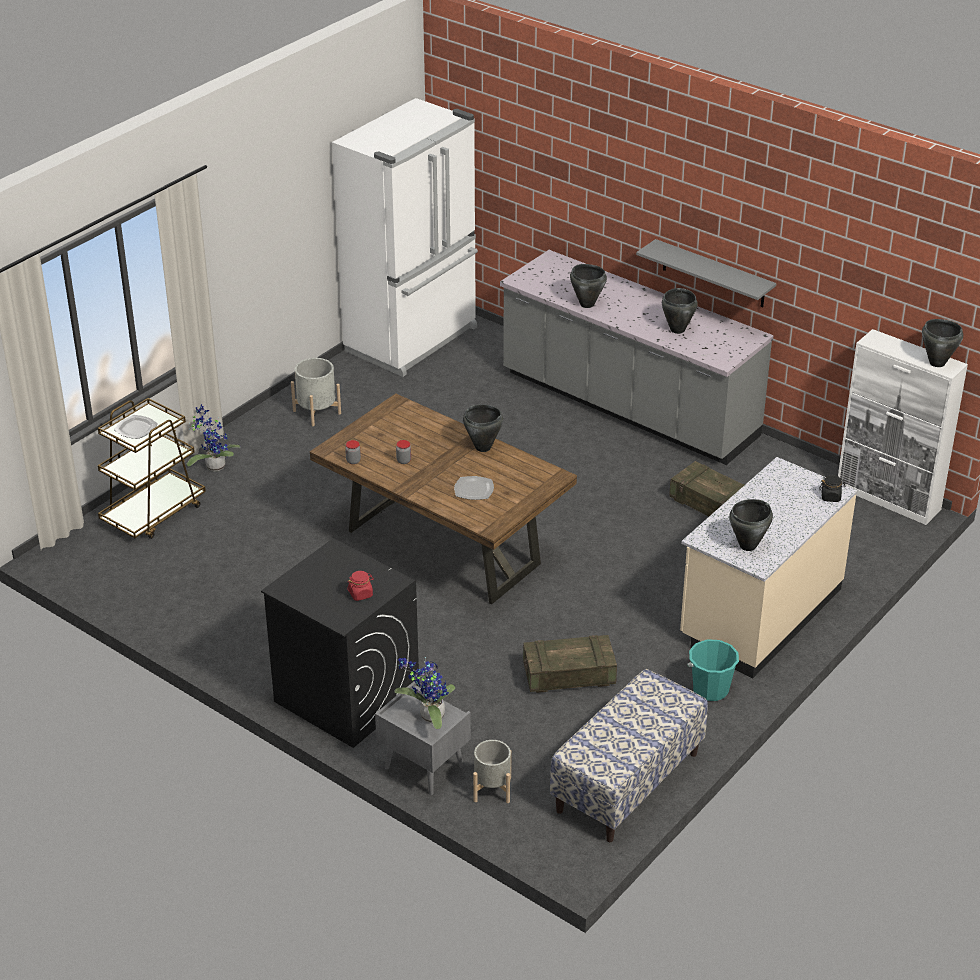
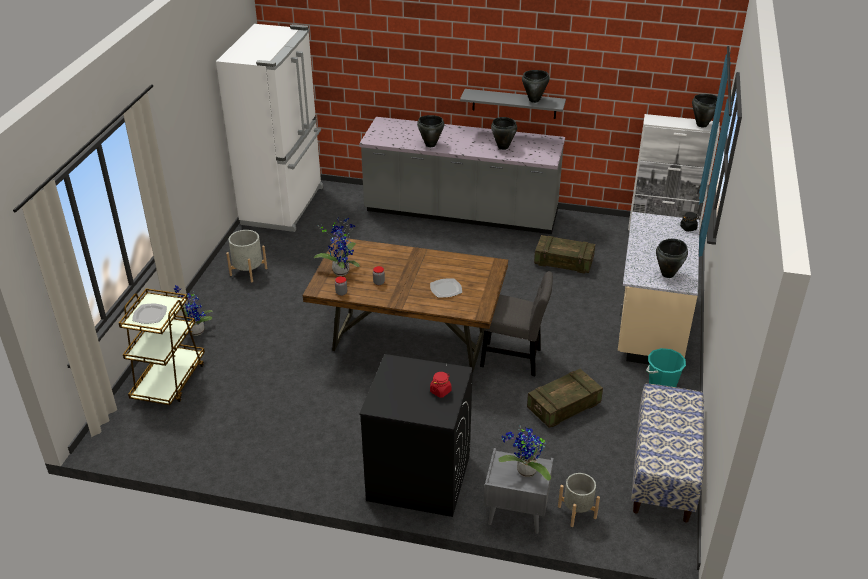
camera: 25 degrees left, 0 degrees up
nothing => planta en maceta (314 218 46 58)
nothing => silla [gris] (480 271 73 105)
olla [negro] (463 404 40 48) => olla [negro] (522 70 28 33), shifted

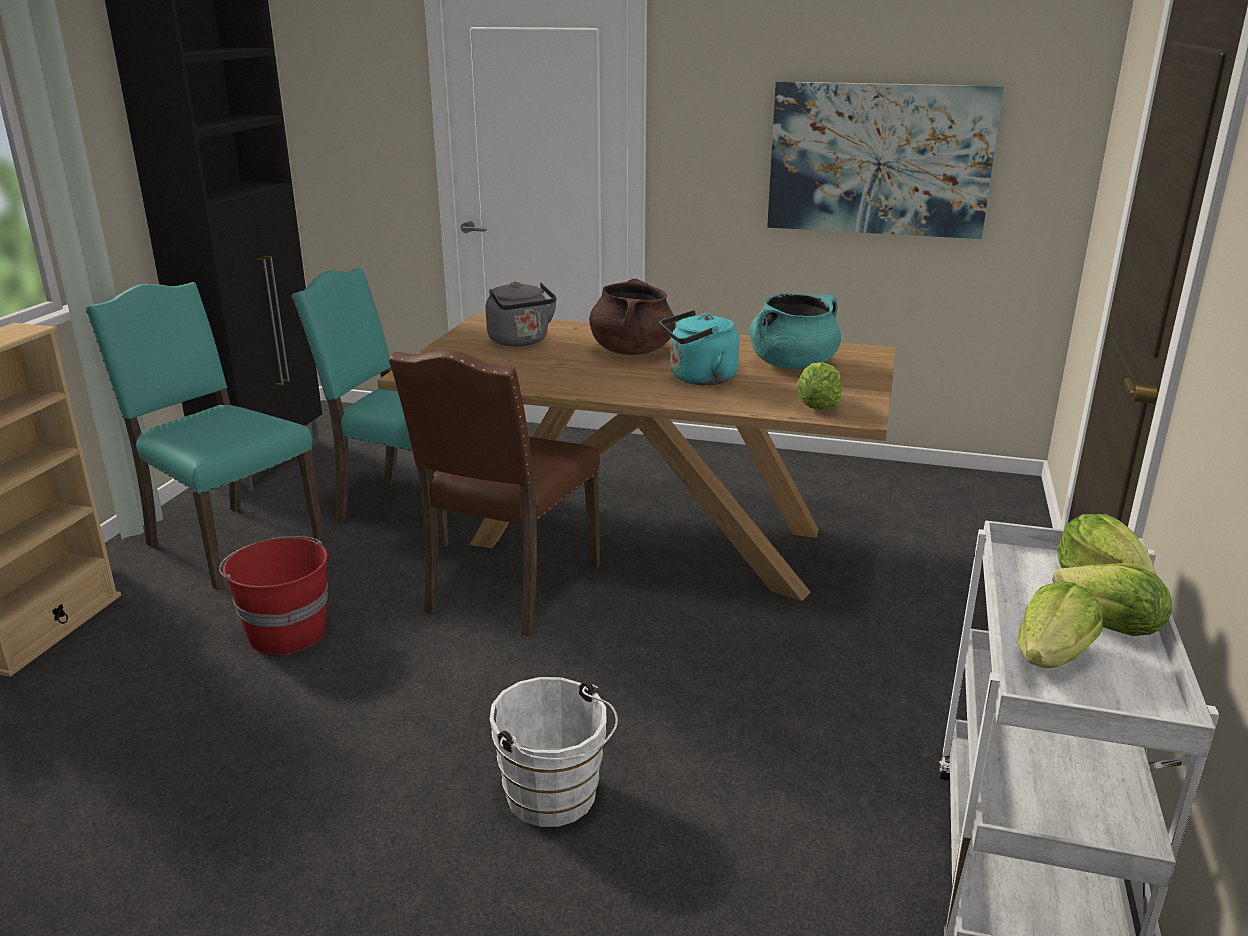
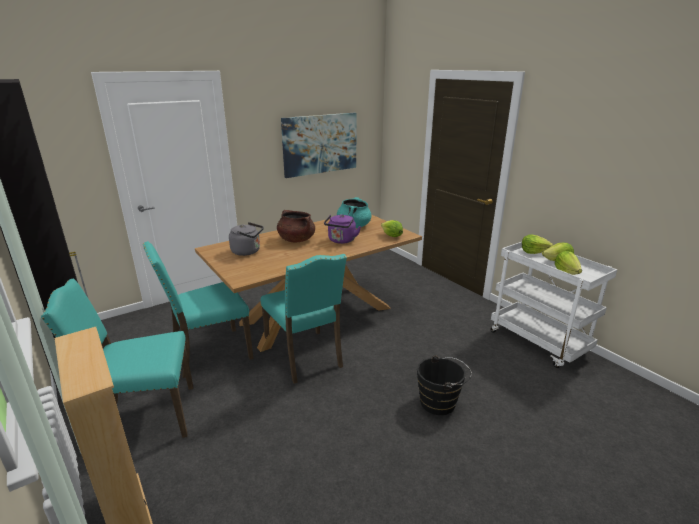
camera: 50 degrees left, 0 degrees up
silla [marrón] (389 349 211 288) => silla [turquesa] (260 254 87 130)
hervidor [turquesa] (660 310 79 75) => hervidor [morado] (324 214 37 30)
cubo [blanco] (490 677 128 150) => cubo [negro] (417 355 55 60)
cubo [rojo] (219 536 109 119) => nothing

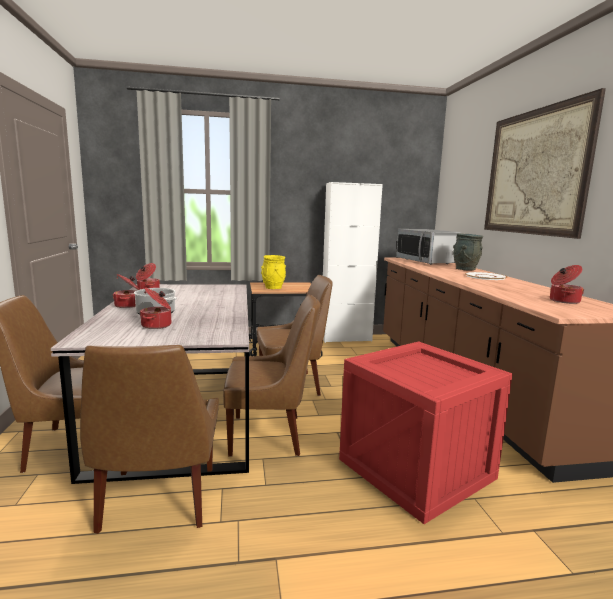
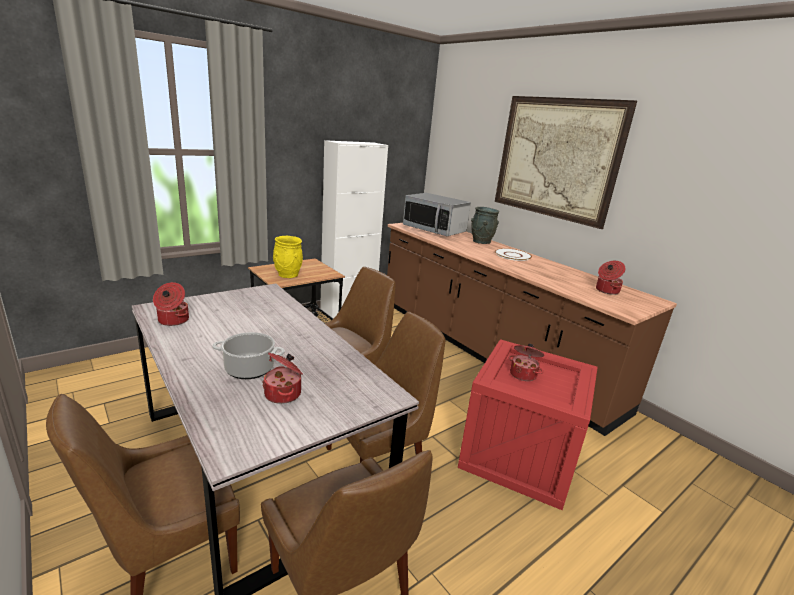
camera: 30 degrees left, 10 degrees up
olla (113 274 27 34) => olla (509 344 35 37), shifted

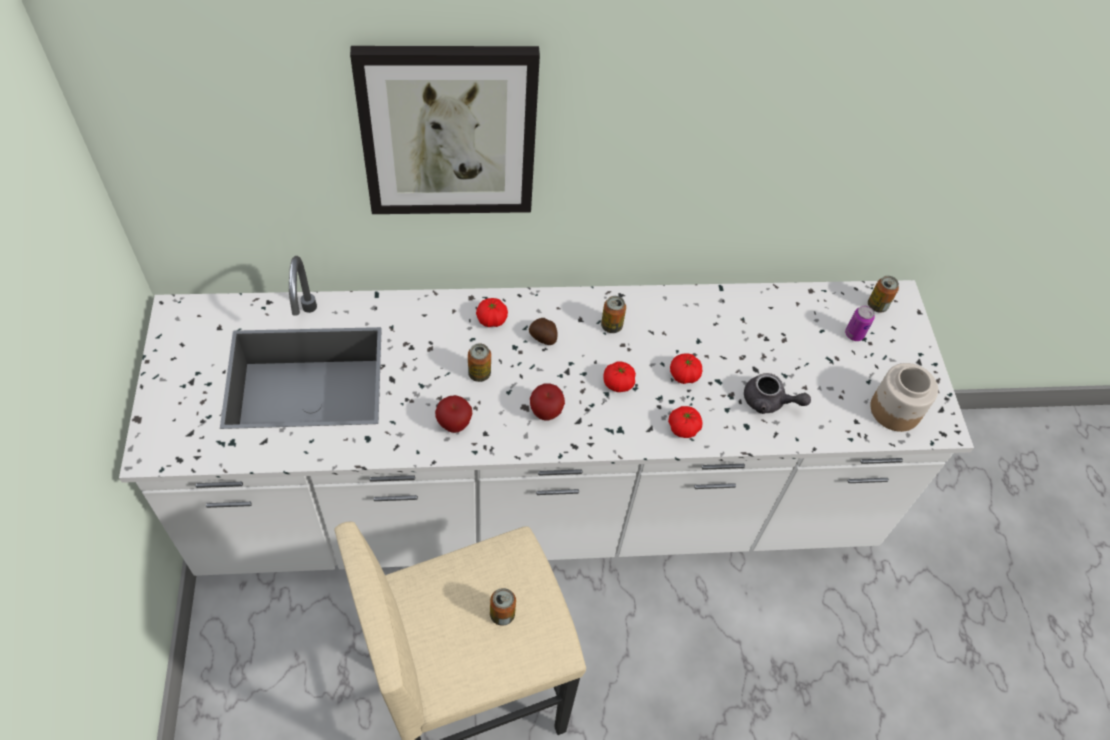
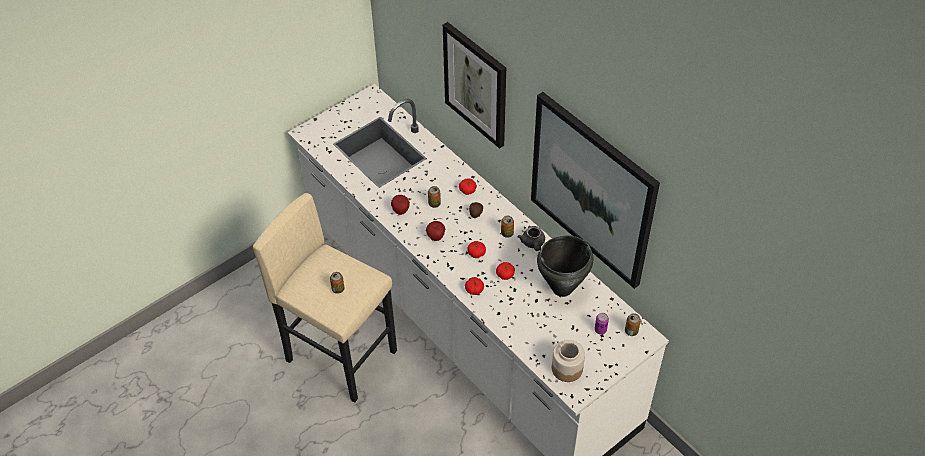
camera: 60 degrees right, 5 degrees down
tetera [gris] (744 373 67 41) => tetera [gris] (518 226 27 25), shifted
nothing => cuadro (531 92 129 197)
nothing => olla [negro] (537 235 57 62)

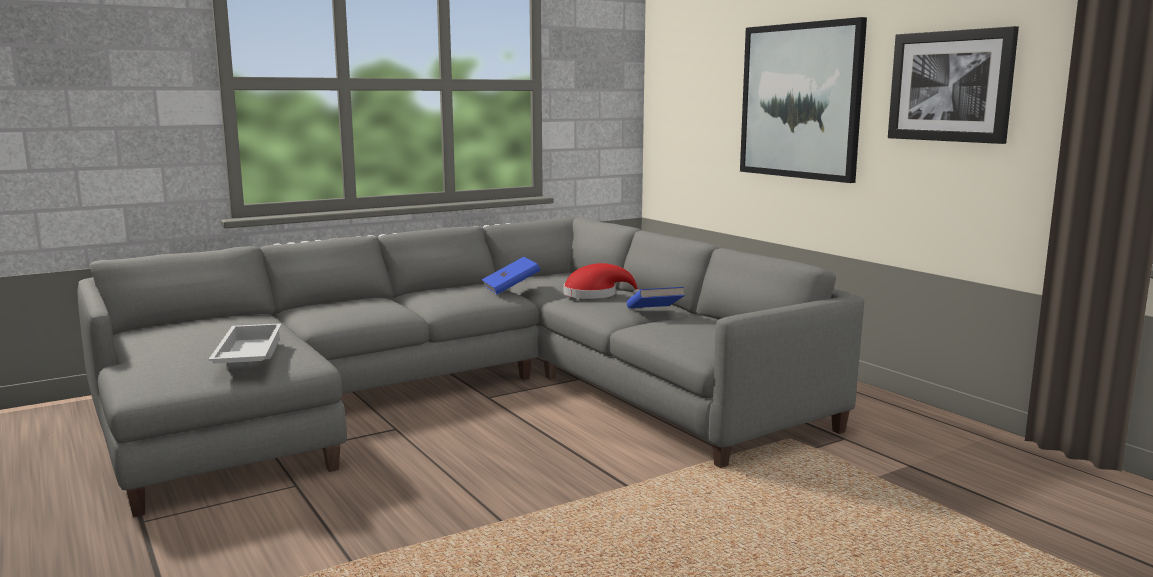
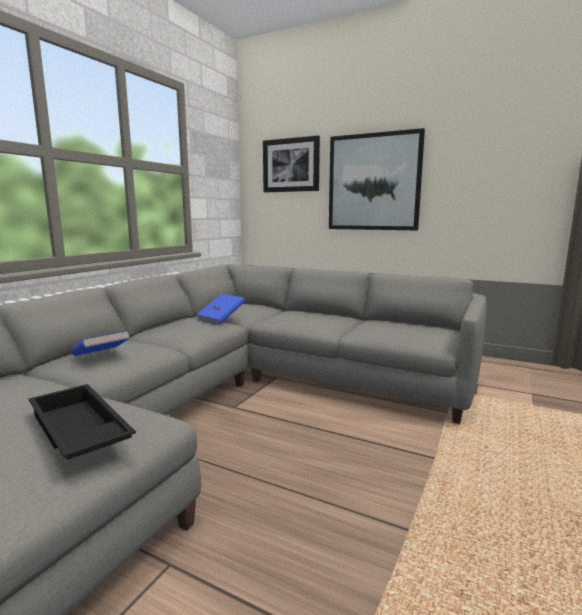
camera: 30 degrees left, 0 degrees up
bandeja [blanco] (209 323 72 41) => bandeja [negro] (28 384 108 76)
libro [azul] (627 287 58 21) => libro [azul] (72 330 58 26), shifted
cuadro (888 26 131 118) => cuadro (263 135 57 57), shifted
sombrero [rojo] (563 263 76 36) => nothing

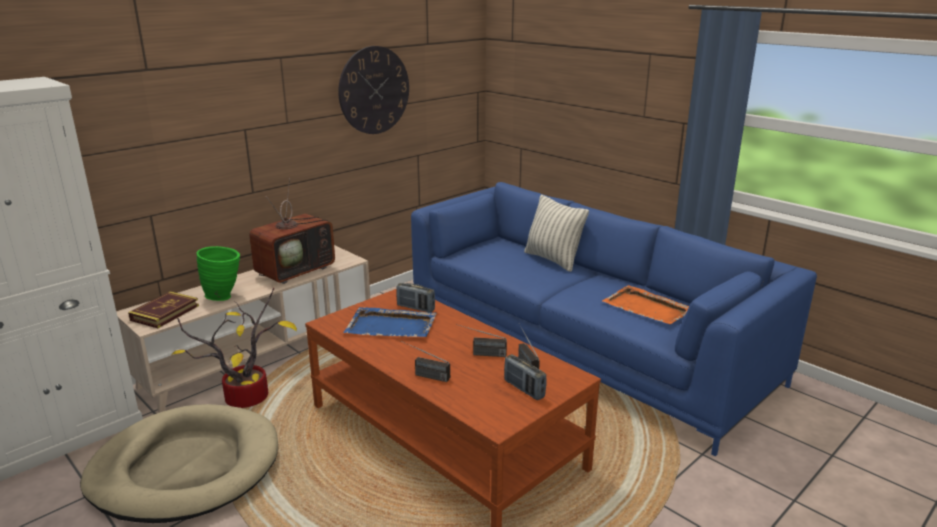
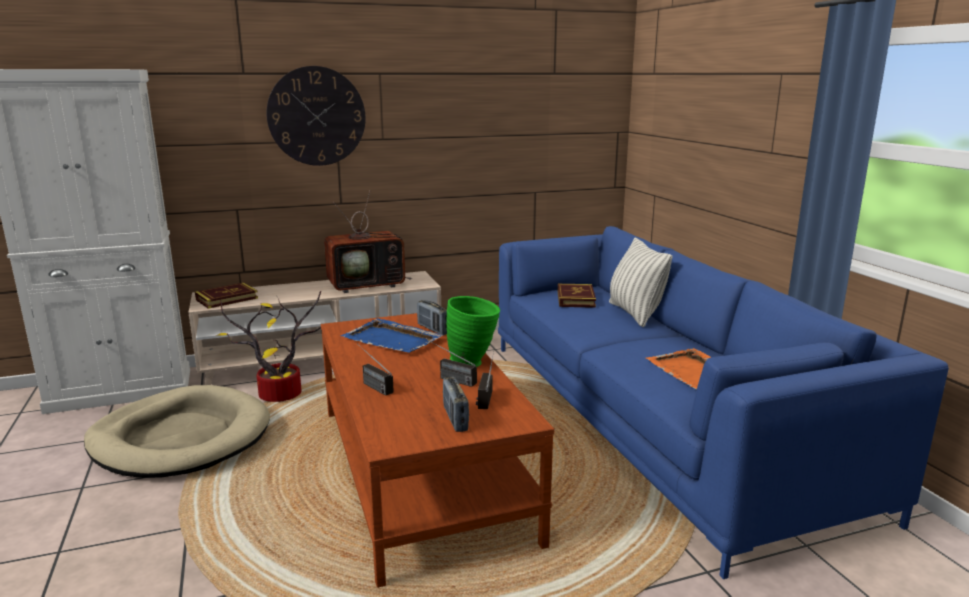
camera: 25 degrees right, 5 degrees down
reloj de pared (338 46 71 88) => reloj de pared (267 66 99 100), shifted
florero [verde] (196 246 44 55) => florero [verde] (446 296 54 71), shifted
nothing => libro (558 284 38 24)

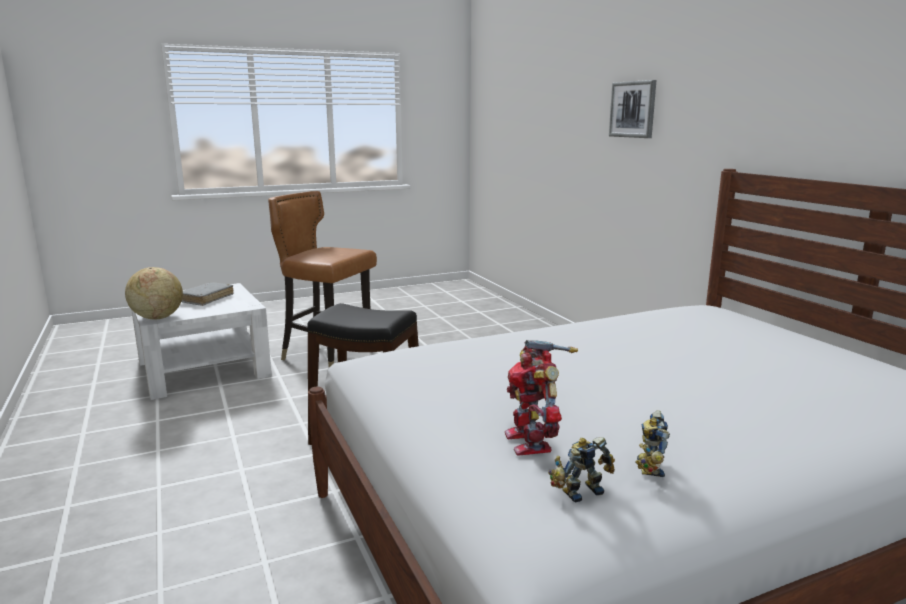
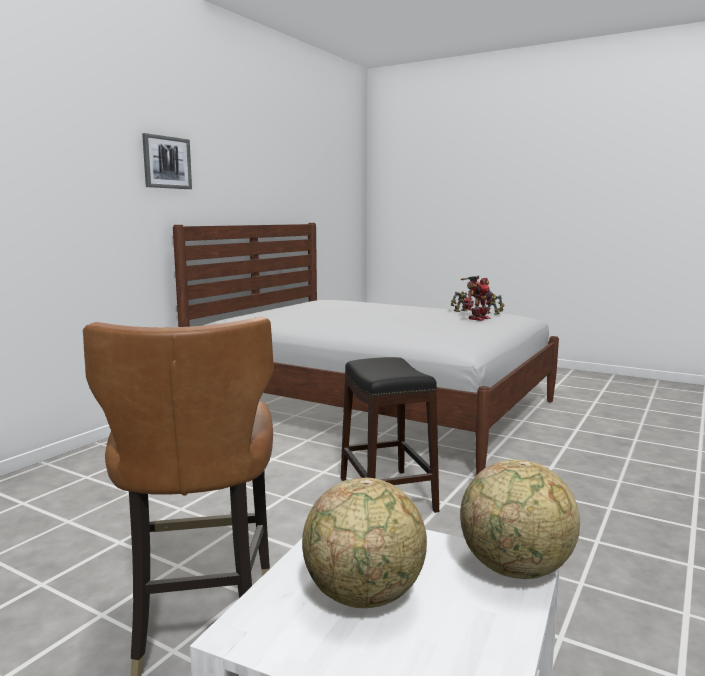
camera: 125 degrees left, 5 degrees down
cuadro (609 80 47 58) => cuadro (142 133 50 56), shifted
libro [gris] (182 283 52 23) => globo terráqueo (302 478 125 130)

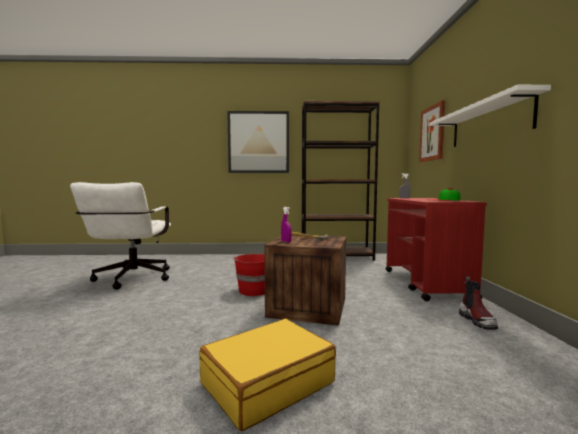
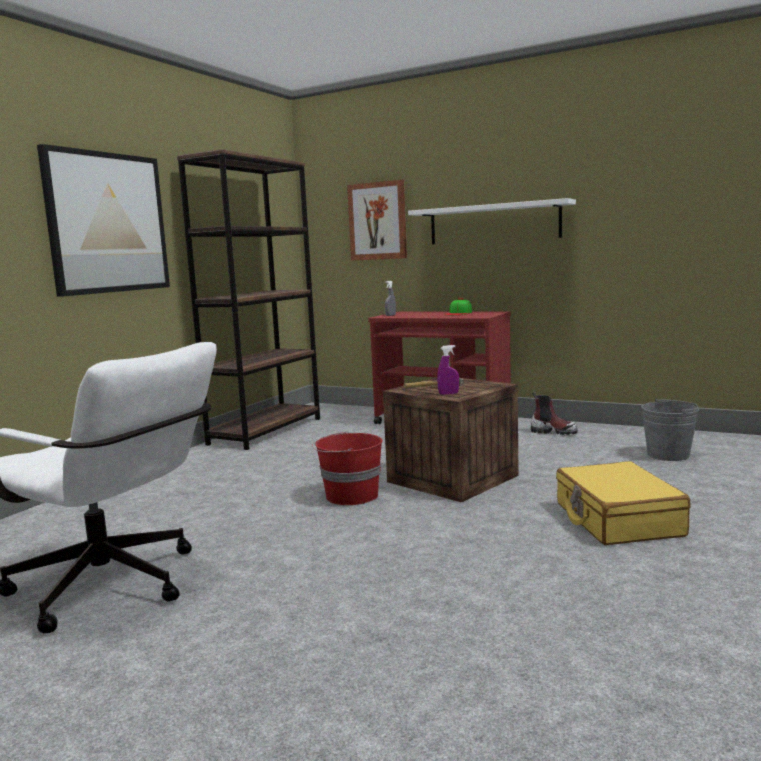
camera: 60 degrees left, 5 degrees up
nothing => cubo [gris] (641 399 58 62)

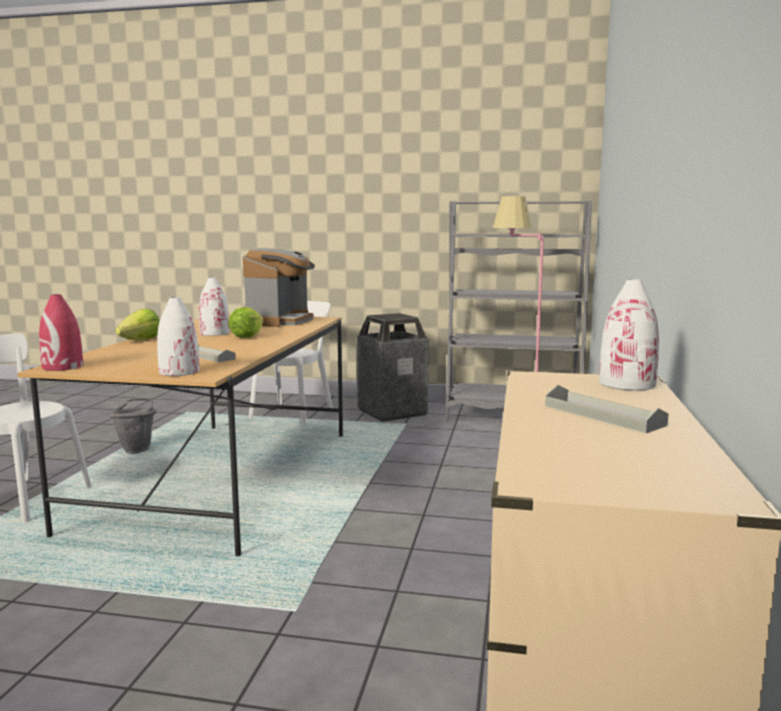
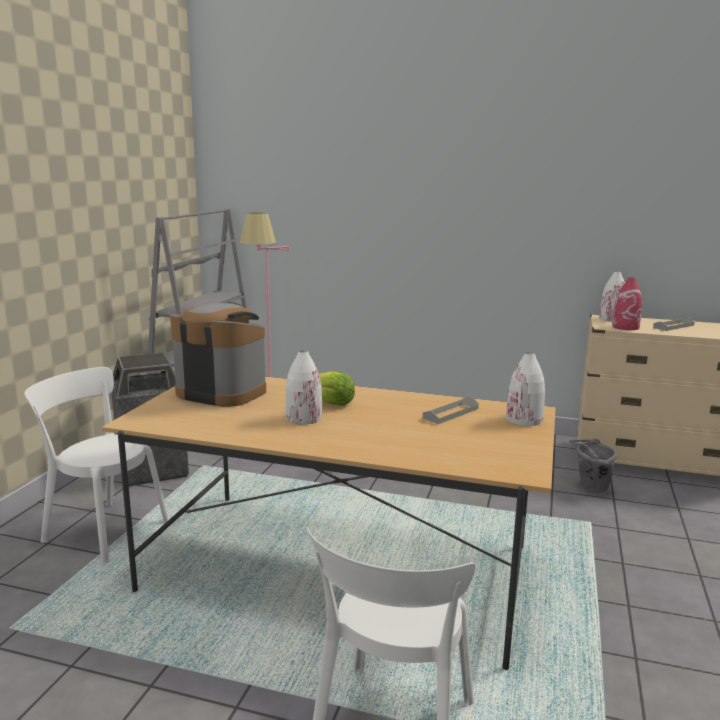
camera: 85 degrees left, 5 degrees up
cubo [gris] (110 398 47 56) => cubo [gris] (569 438 49 55), shifted
florero [rojo] (39 294 44 77) => florero [rojo] (612 277 30 53), shifted
lechuga (115 309 45 31) => nothing

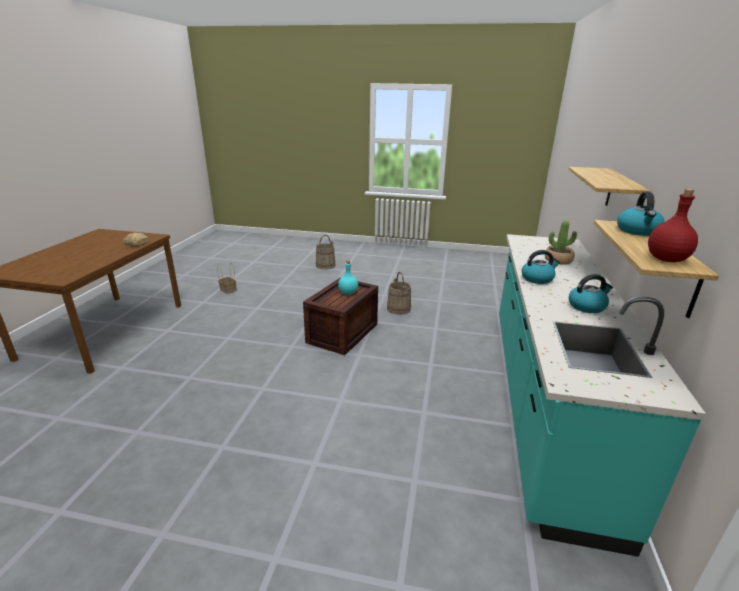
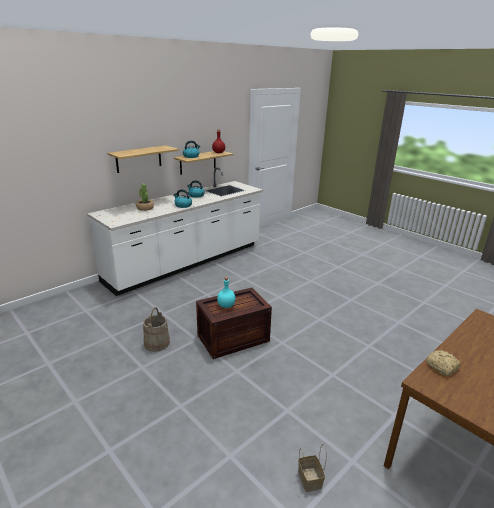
camera: 145 degrees left, 0 degrees up
mueble bajo de cocina [turquesa] (499 234 207 323) => mueble bajo de cocina [blanco] (87 168 176 128)
cubo [beis] (316 235 20 34) => nothing

